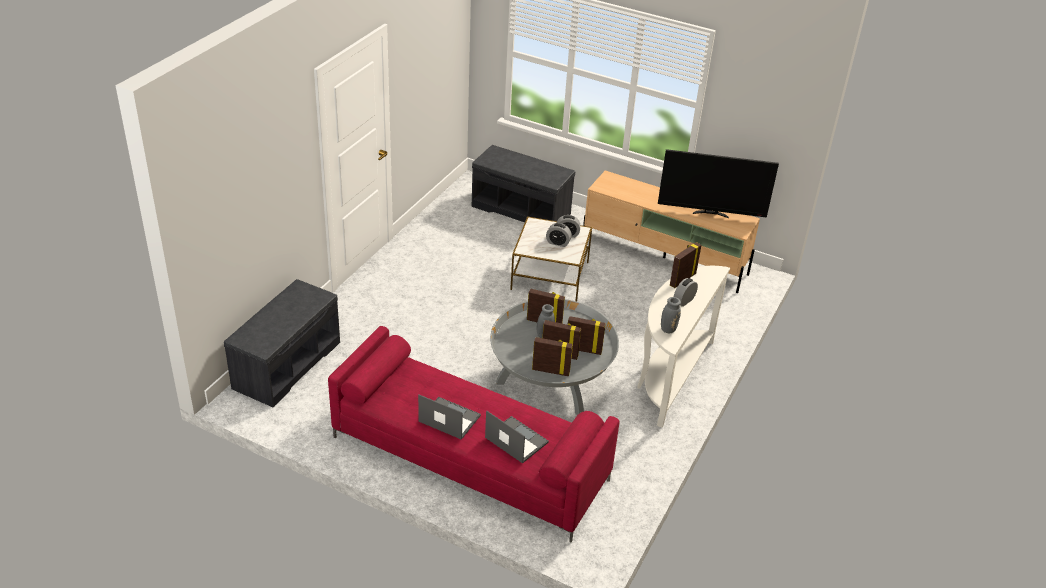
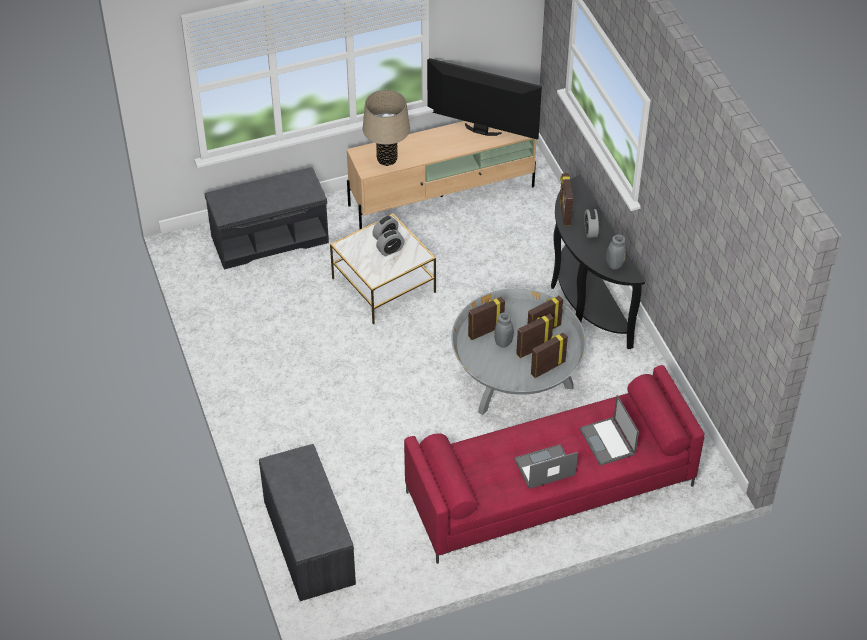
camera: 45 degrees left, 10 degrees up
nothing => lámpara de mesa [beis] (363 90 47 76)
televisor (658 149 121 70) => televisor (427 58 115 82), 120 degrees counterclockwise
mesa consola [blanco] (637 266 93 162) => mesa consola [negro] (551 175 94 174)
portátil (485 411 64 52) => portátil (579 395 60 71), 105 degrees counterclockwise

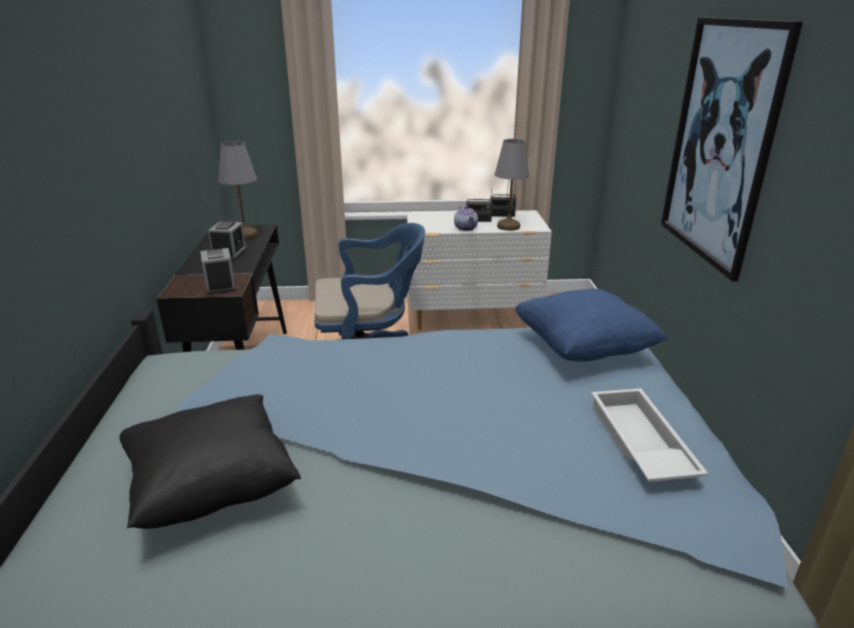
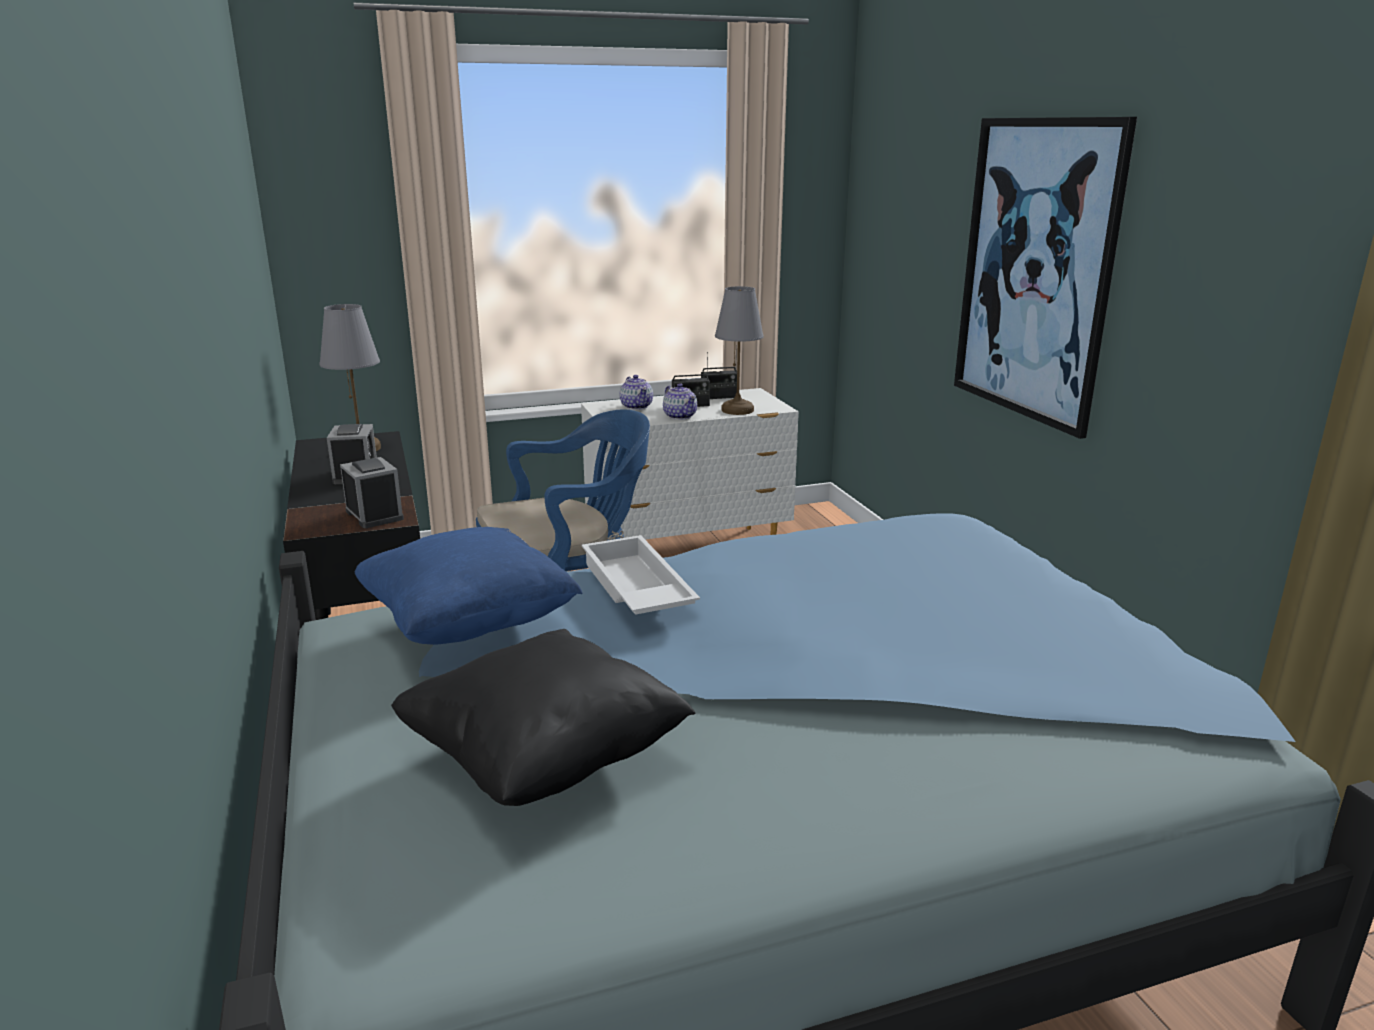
camera: 15 degrees left, 5 degrees down
cojín [azul] (515 289 153 72) => cojín [azul] (355 527 228 118), shifted
bandeja [blanco] (591 388 117 94) => bandeja [blanco] (582 535 118 80), shifted
nothing => tetera (619 375 34 35)

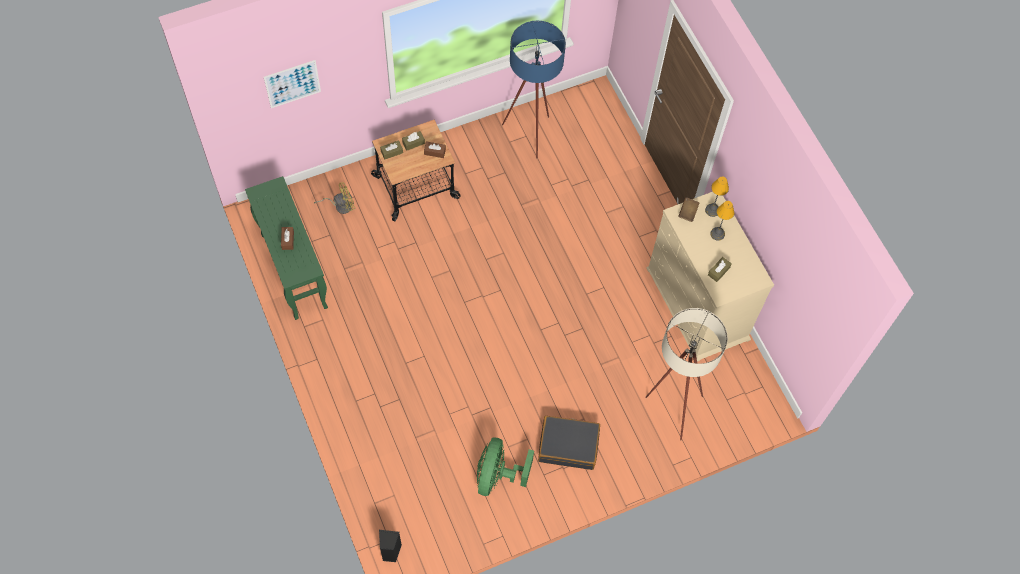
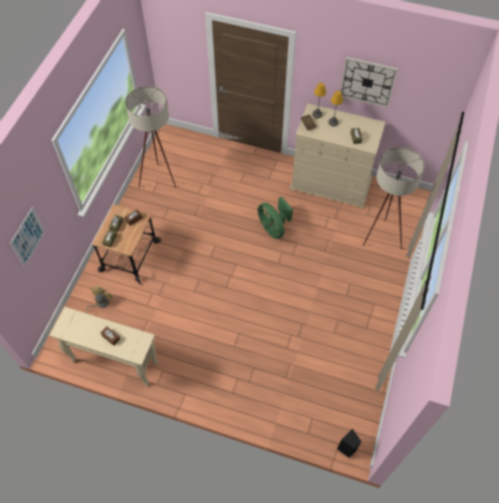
camera: 45 degrees left, 5 degrees down
mesa consola [verde] (245 176 83 144) => mesa consola [beis] (49 307 109 79)
lámpara de pie [azul] (502 21 64 137) => lámpara de pie [beis] (125 86 51 102)
ventilador [verde] (477 438 57 58) => ventilador [verde] (258 196 35 43), shifted
nothing => reloj de pared (340 57 58 51)
maleta [negro] (538 416 62 54) => nothing

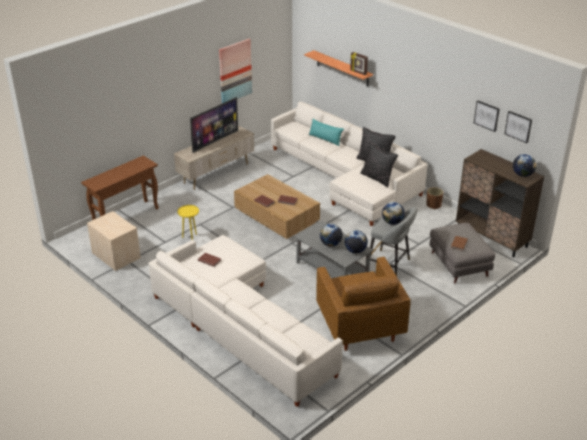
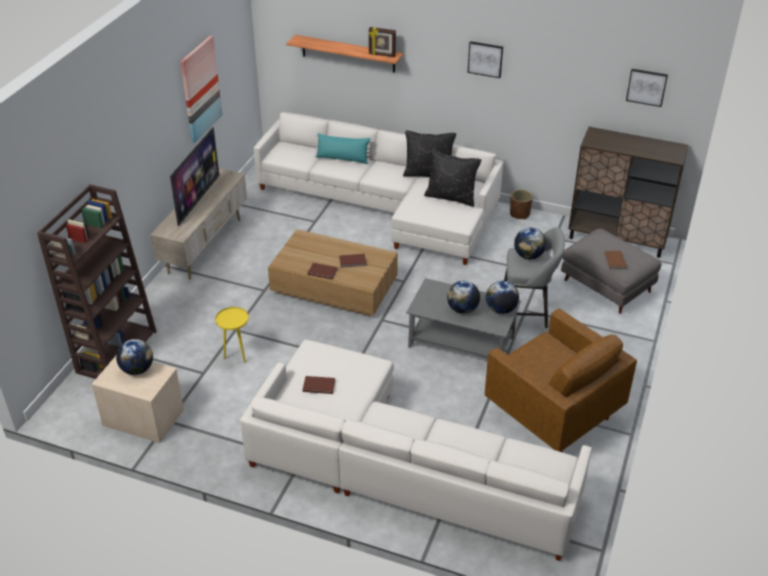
camera: 25 degrees left, 5 degrees up
mesa consola [marrón] (81 156 78 64) => estantería [marrón] (37 184 120 195)
globo terráqueo (513 154 23 23) => globo terráqueo (116 339 37 36), shifted
cuadro (474 101 25 31) => cuadro (468 41 35 37), shifted

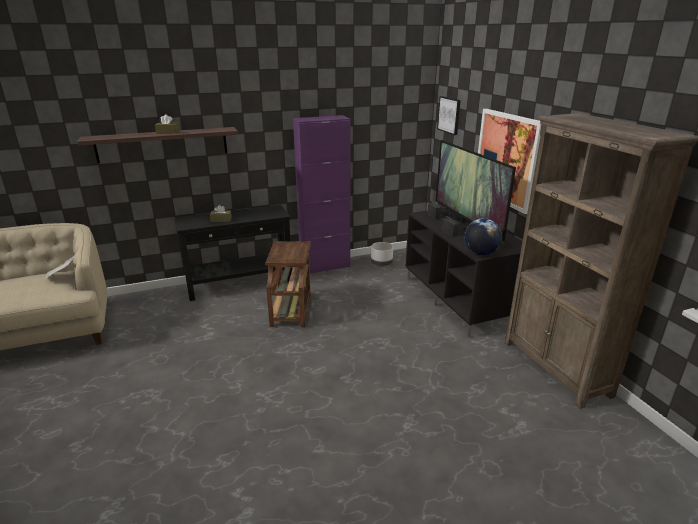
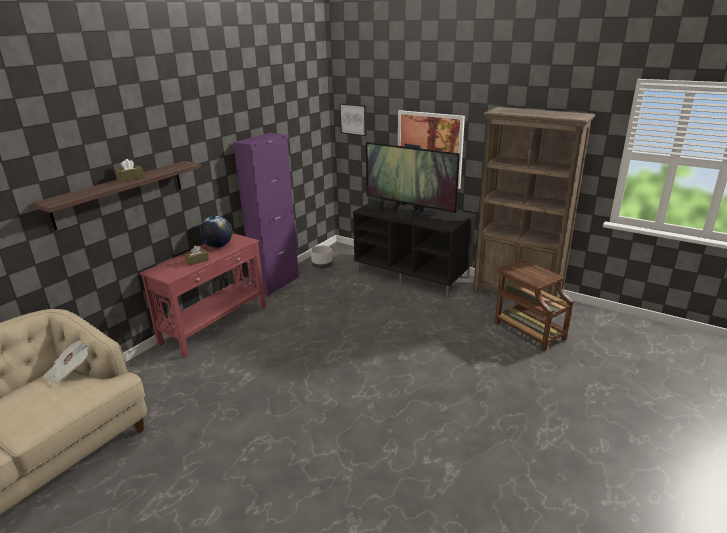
camera: 35 degrees left, 0 degrees up
mesa consola [negro] (175 205 117 96) => mesa consola [rojo] (140 233 126 125)
globo terráqueo (464 218 38 37) => globo terráqueo (199 216 34 32), shifted
mesa auxiliar [marrón] (265 241 46 86) => mesa auxiliar [marrón] (495 259 79 92), shifted

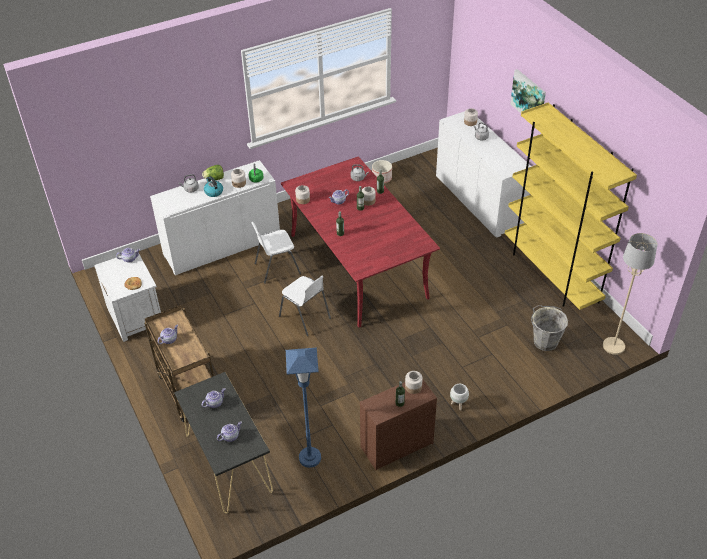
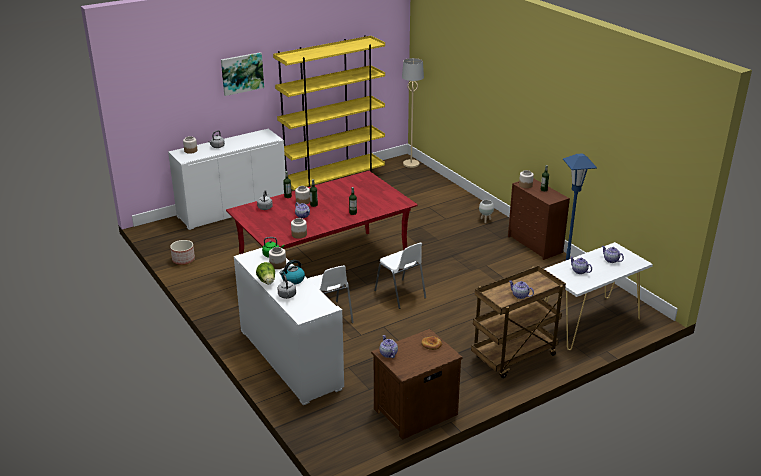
camera: 95 degrees left, 15 degrees down
mesita de noche [blanco] (94 251 67 91) => mesita de noche [marrón] (371 329 92 111)
silla [blanco] (279 276 52 60) => silla [blanco] (374 243 52 66), 105 degrees clockwise
mesa consola [negro] (174 372 99 142) => mesa consola [blanco] (544 242 109 108)
cubo [gris] (531 305 37 46) => nothing

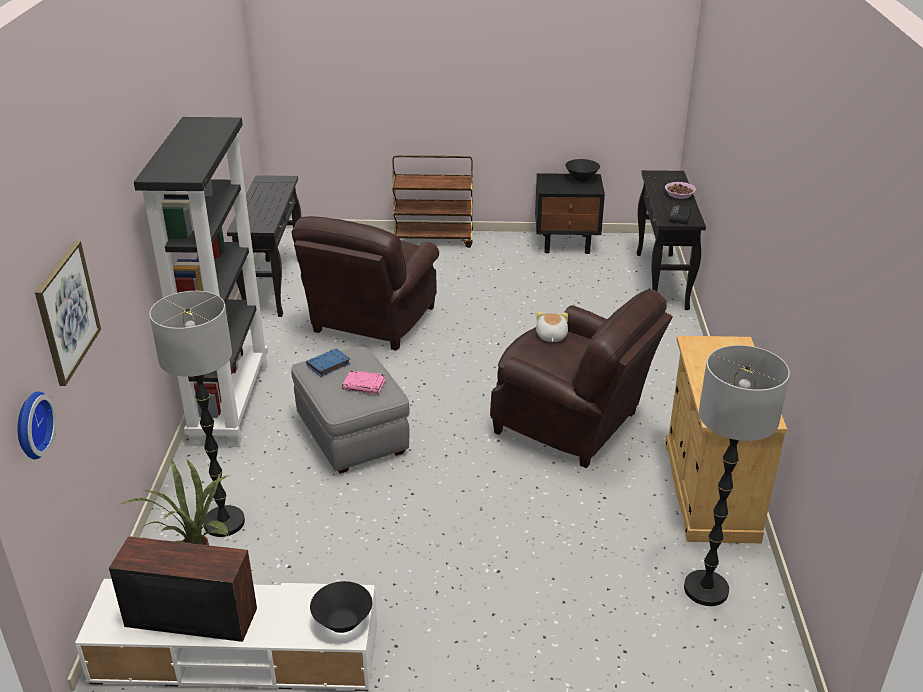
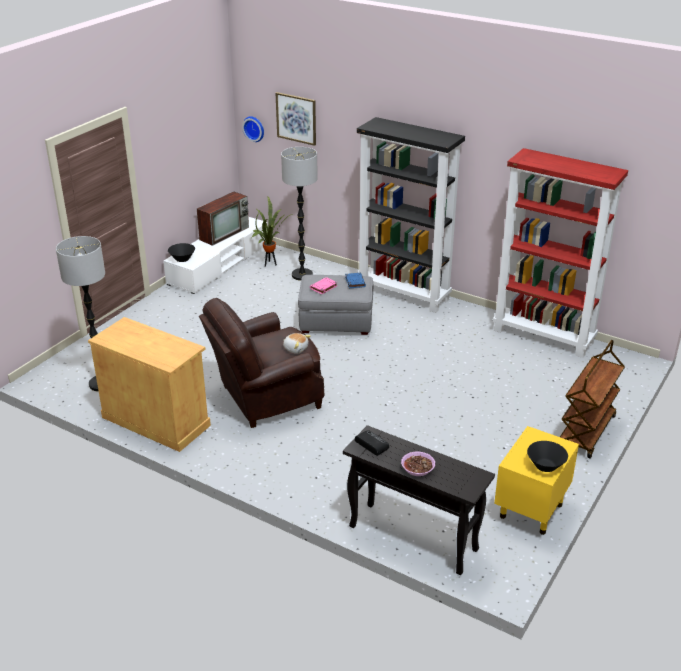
camera: 120 degrees right, 0 degrees up
mesa consola [negro] (227 175 74 142) => estantería [rojo] (493 148 135 210)
mesita de noche [negro] (535 173 70 81) => mesita de noche [amarillo] (494 426 85 109)
sillón [marrón] (292 216 147 135) => nothing

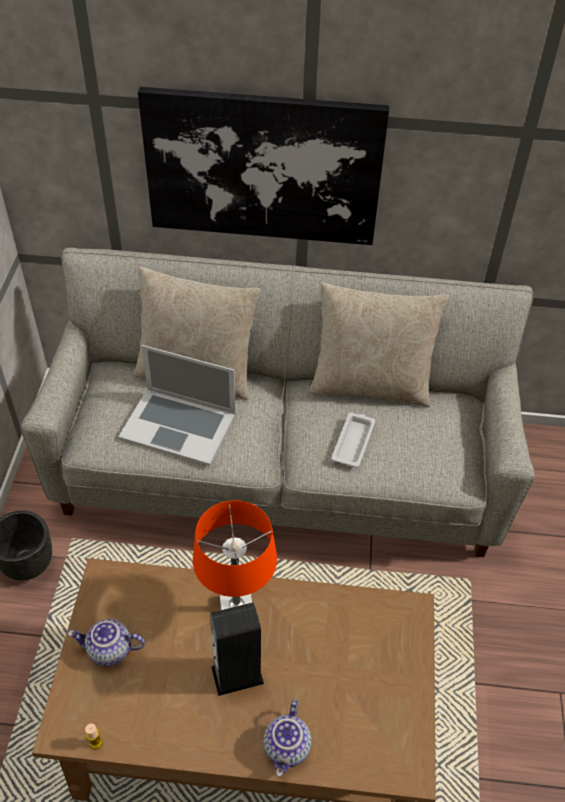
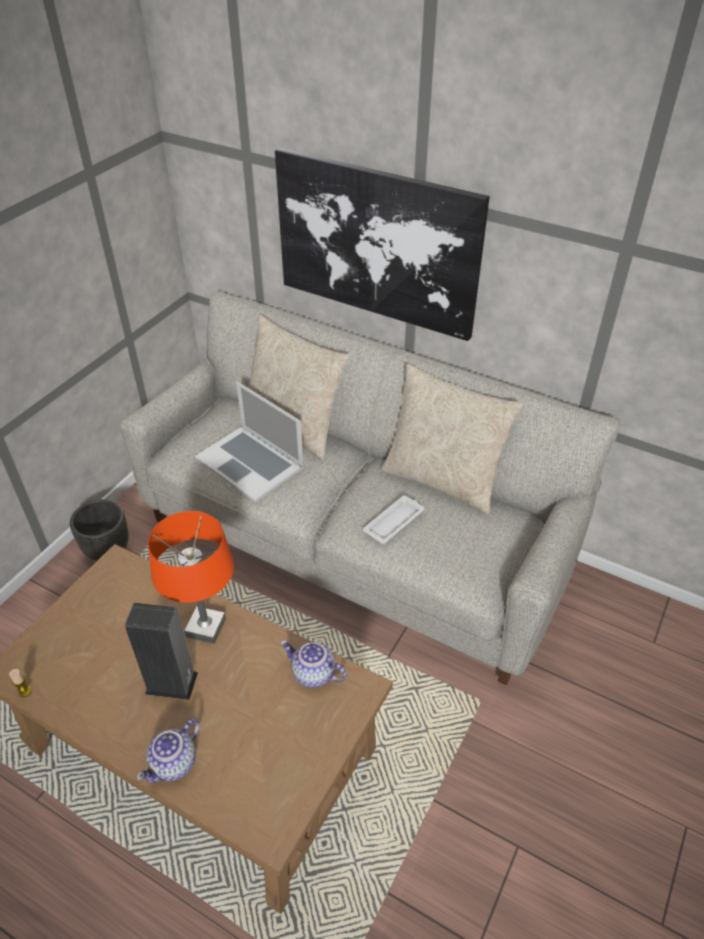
camera: 25 degrees right, 5 degrees down
tetera (68 619 77 47) => tetera (280 640 66 48), shifted

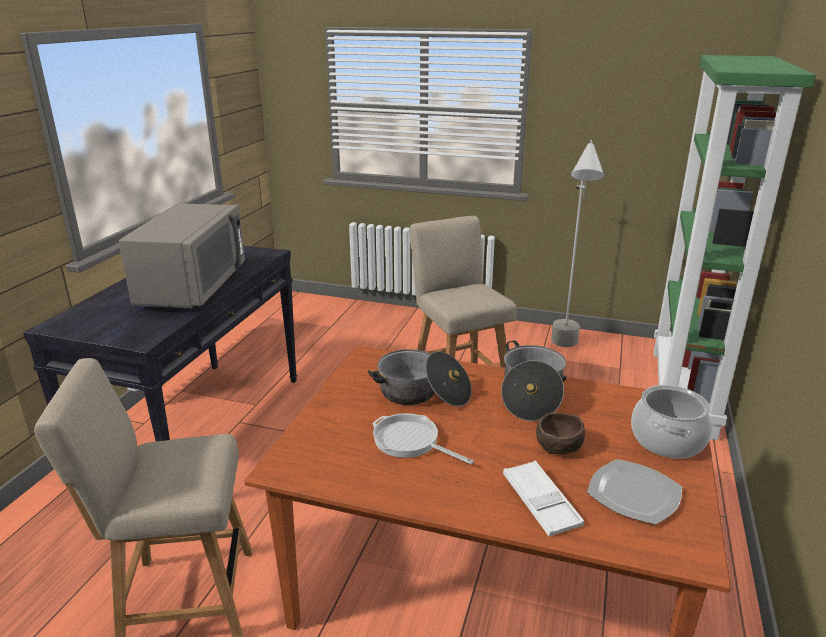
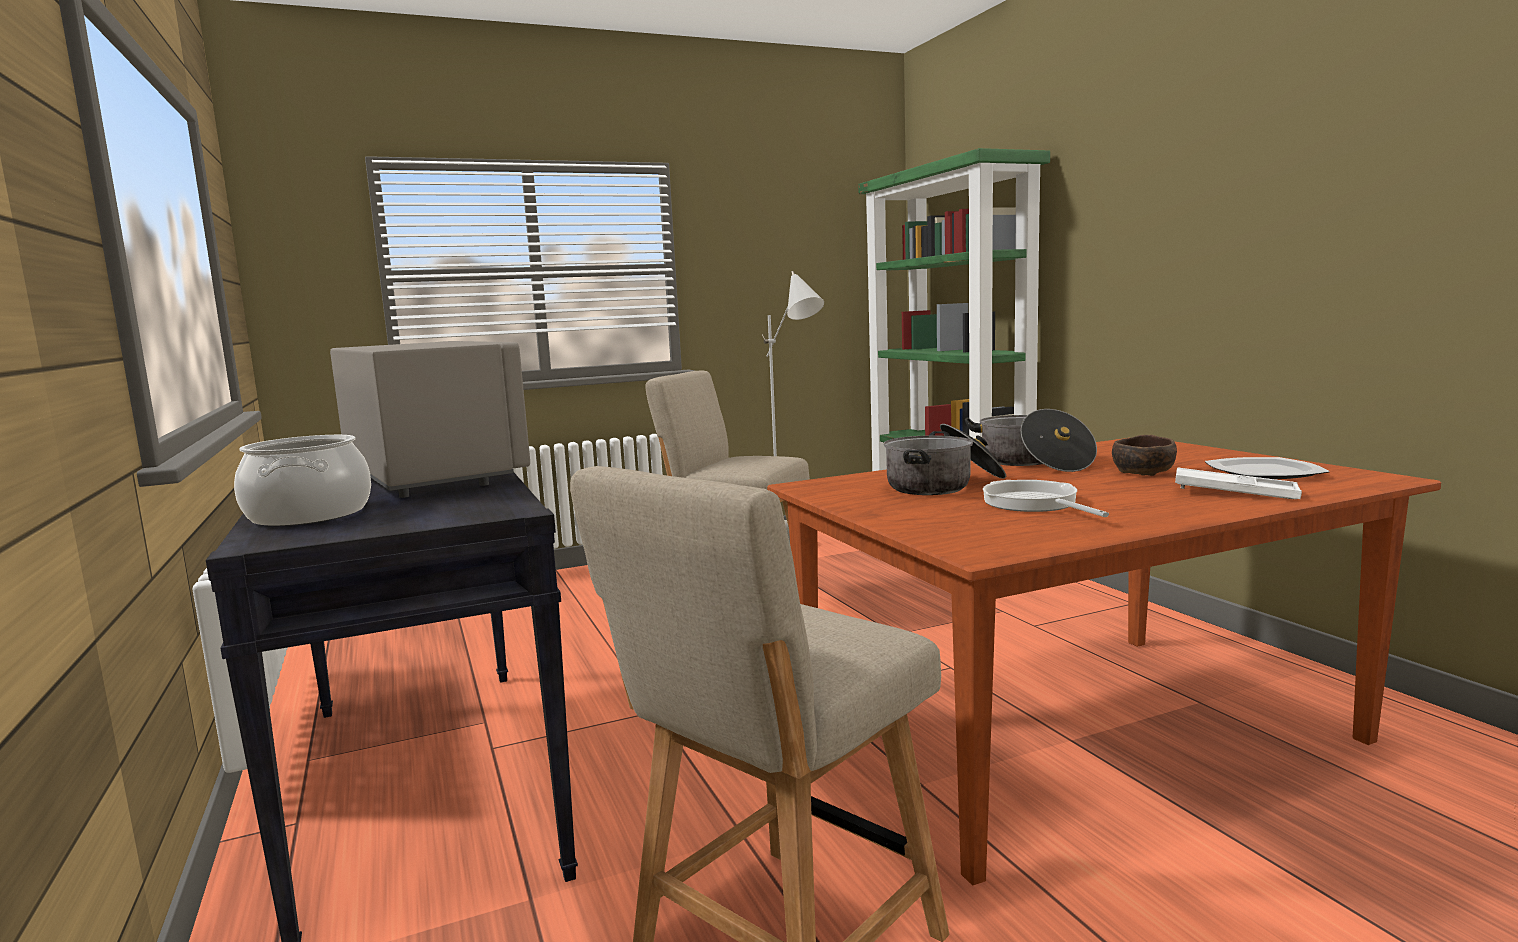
camera: 40 degrees left, 15 degrees down
olla (631 385 81 74) => olla (234 435 137 91), shifted
sartén (372 413 102 52) => sartén (983 480 126 37), 75 degrees clockwise

